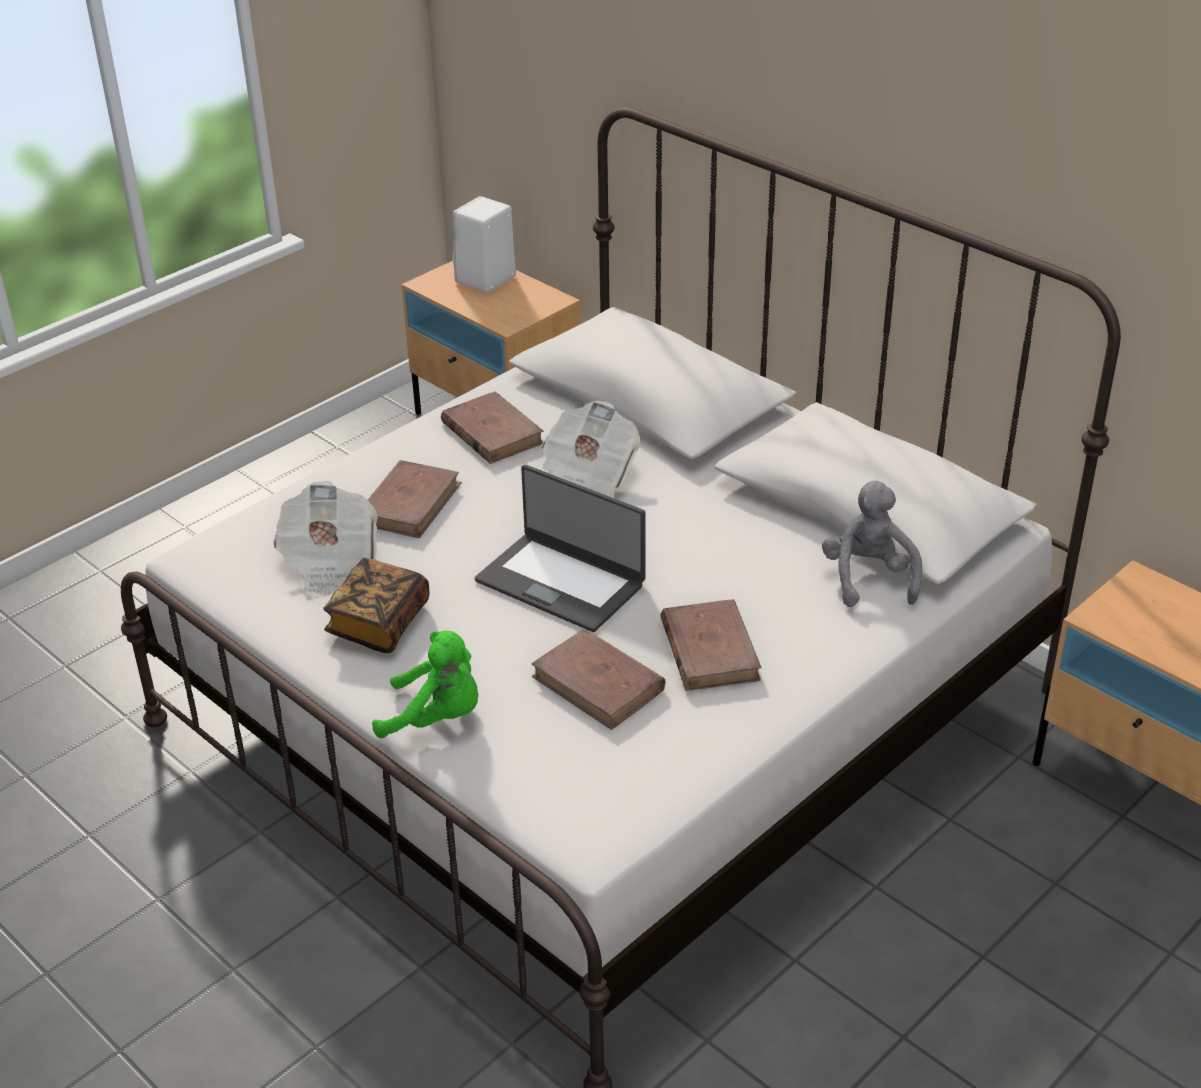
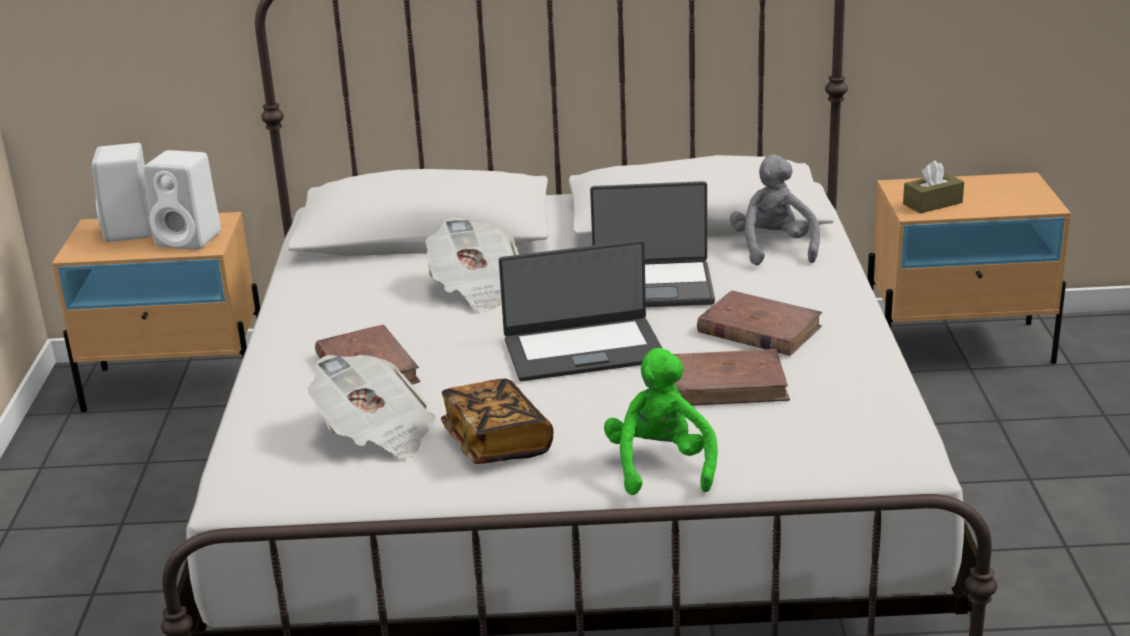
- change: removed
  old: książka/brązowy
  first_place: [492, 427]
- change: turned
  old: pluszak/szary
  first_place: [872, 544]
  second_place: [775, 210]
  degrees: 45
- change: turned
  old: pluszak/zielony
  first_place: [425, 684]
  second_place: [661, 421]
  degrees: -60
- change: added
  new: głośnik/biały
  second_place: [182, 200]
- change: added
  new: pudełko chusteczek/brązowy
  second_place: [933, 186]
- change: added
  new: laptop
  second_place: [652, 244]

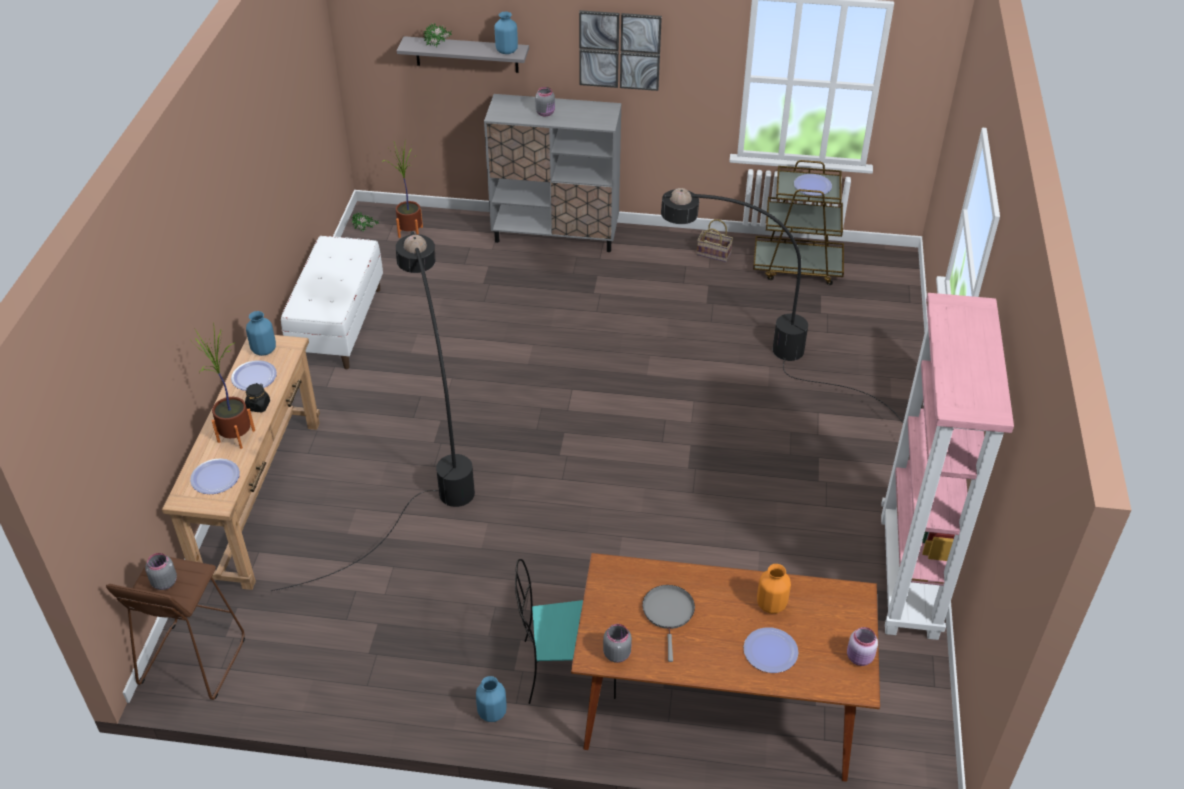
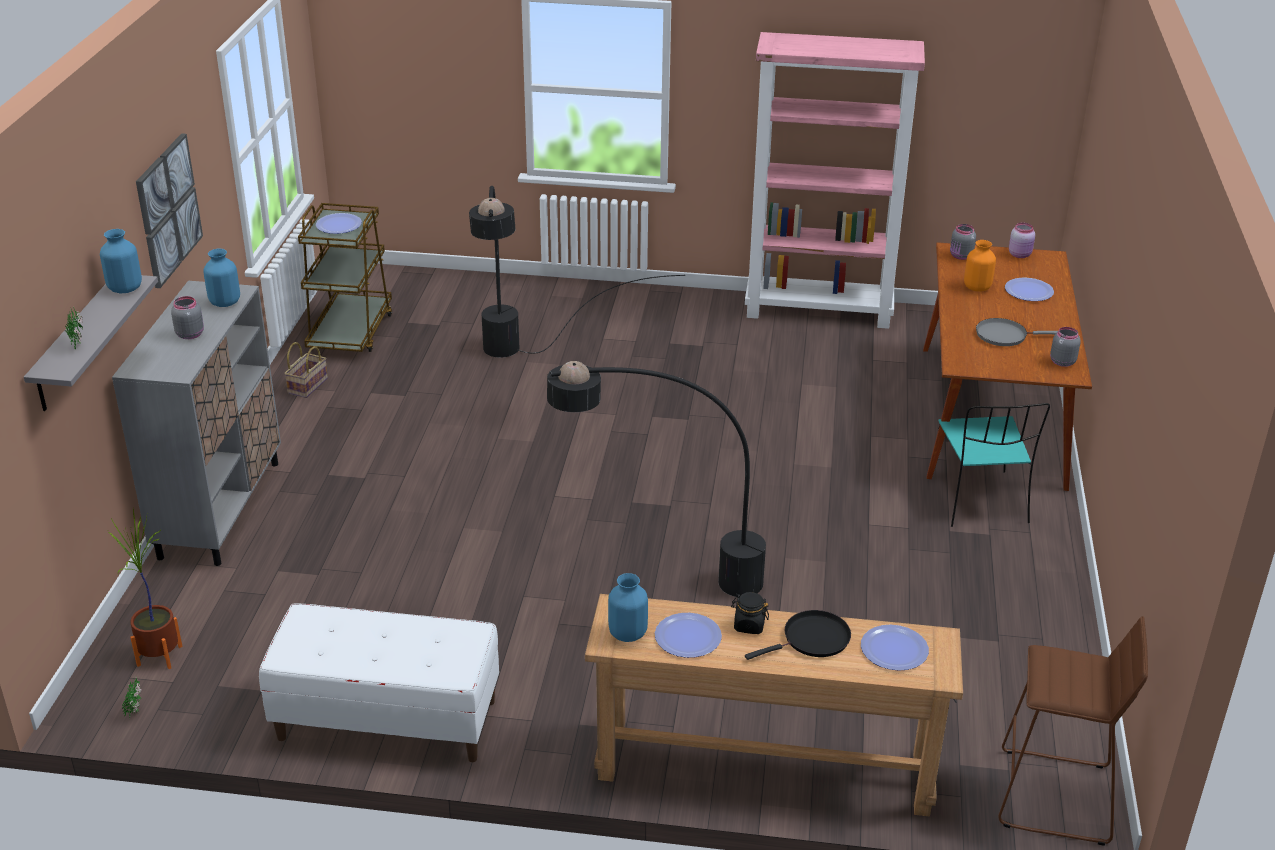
- change: replaced
  old: roślina doniczkowa
  new: patelnia/czarny
  first_place: [224, 385]
  second_place: [798, 635]
- change: moved
  old: słoik/szary
  first_place: [161, 571]
  second_place: [963, 242]
- change: moved
  old: wazon/niebieski
  first_place: [491, 699]
  second_place: [221, 278]

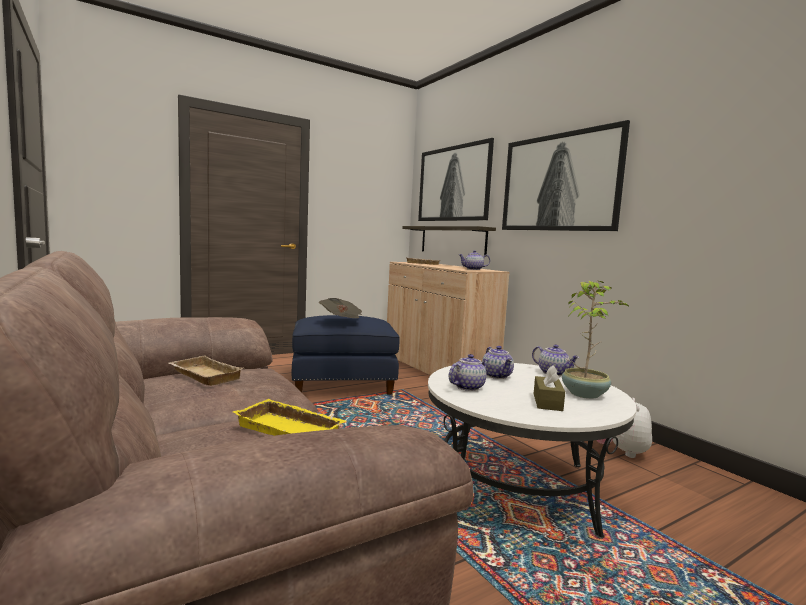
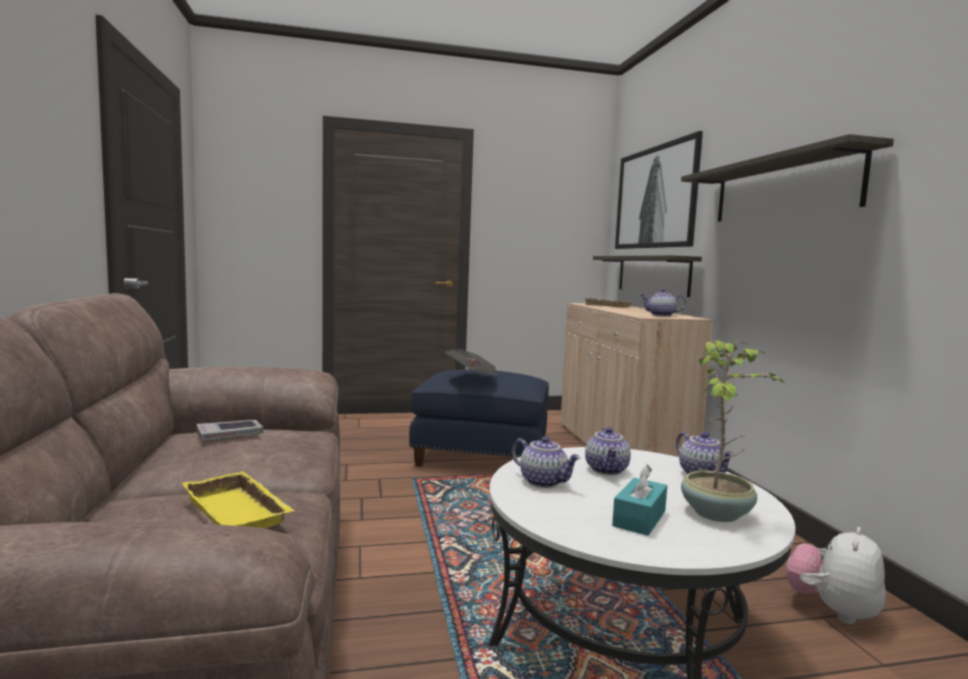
- change: replaced
  old: obraz
  new: półka
  first_place: [566, 175]
  second_place: [787, 178]
- change: turned
  old: imbryk
  first_place: [468, 372]
  second_place: [546, 462]
  degrees: 60
- change: replaced
  old: taca/beżowy
  new: książka
  first_place: [205, 370]
  second_place: [229, 430]
- change: recoloured
  old: pudełko chusteczek/brązowy
  new: pudełko chusteczek/turkusowy
  first_place: [549, 388]
  second_place: [639, 500]

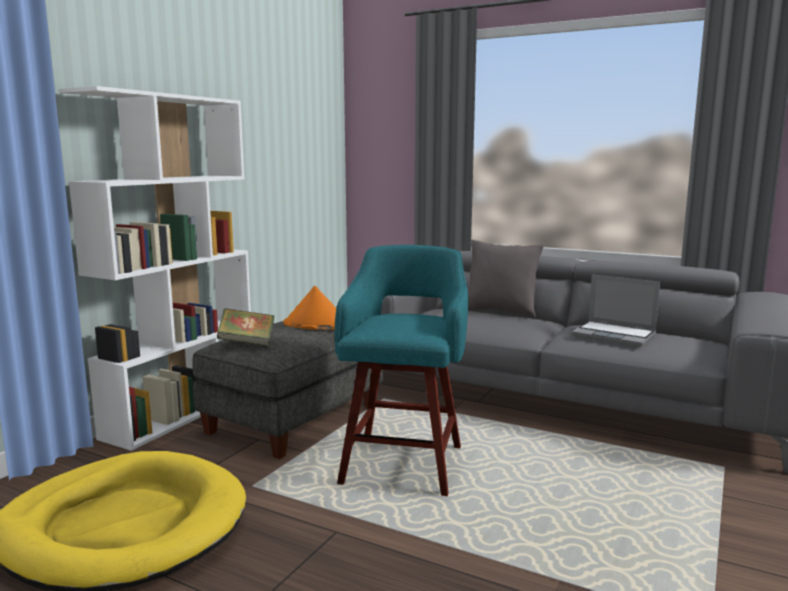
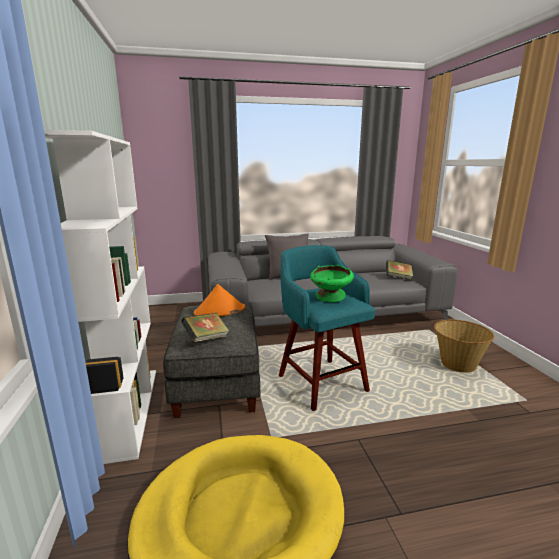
- change: removed
  old: laptop
  first_place: [616, 310]
- change: added
  new: książka
  second_place: [399, 270]
- change: added
  new: miska/zielony
  second_place: [332, 283]
- change: added
  new: koszyk
  second_place: [464, 346]

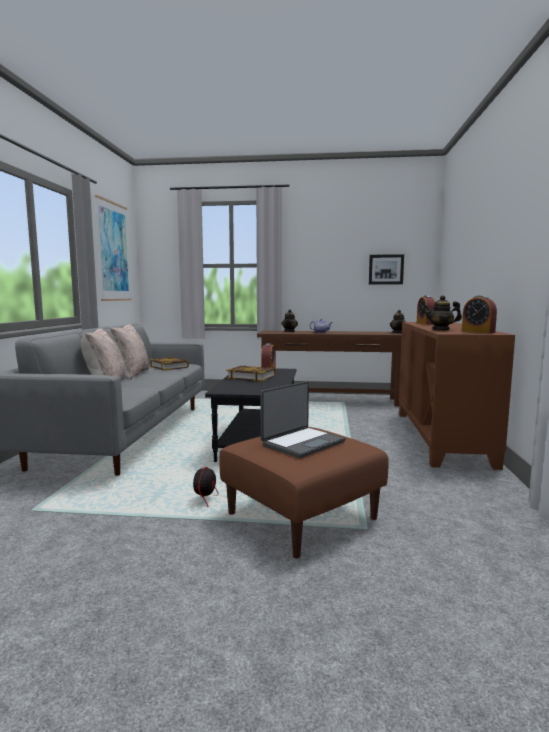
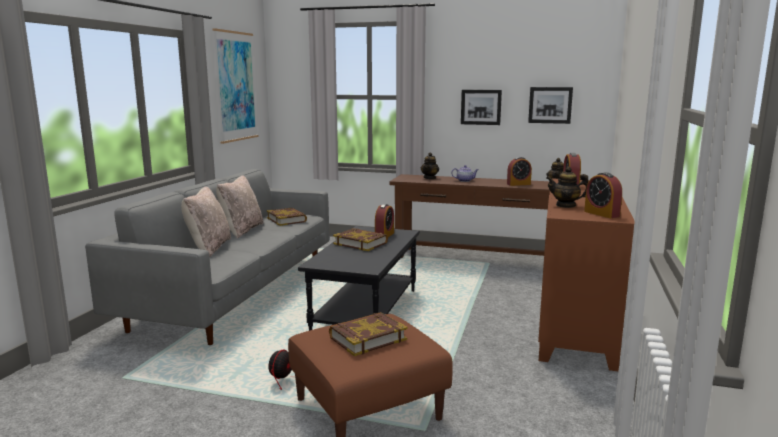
- change: replaced
  old: laptop
  new: książka
  first_place: [303, 420]
  second_place: [368, 334]
- change: added
  new: obraz
  second_place: [481, 107]
- change: added
  new: budzik
  second_place: [519, 171]

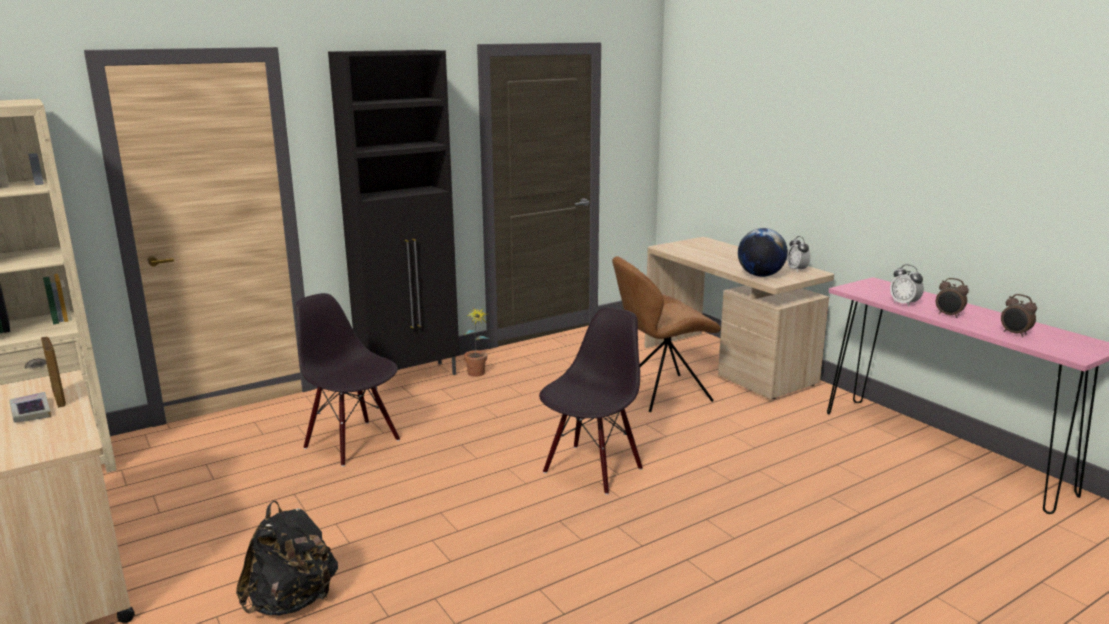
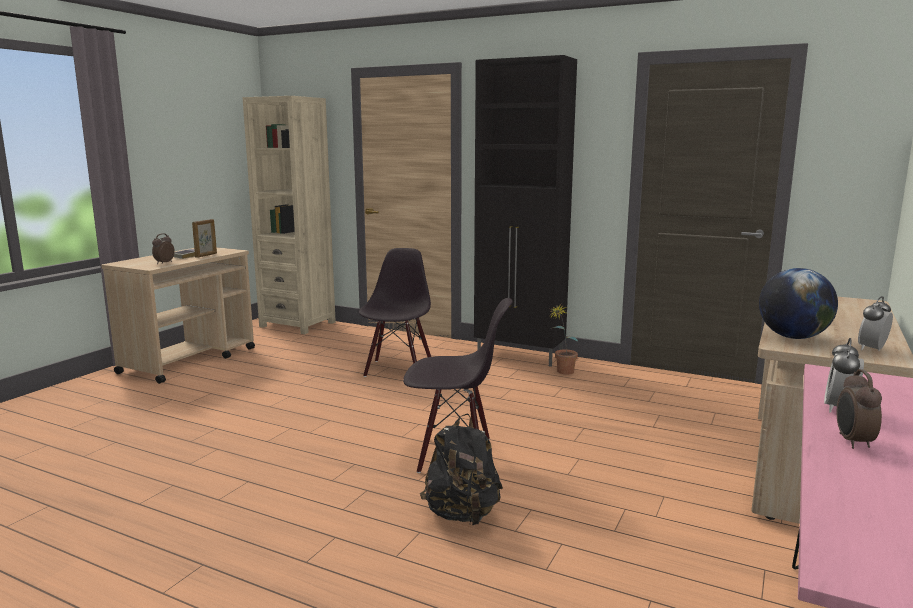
- change: removed
  old: krzesło/brązowy
  first_place: [666, 334]
- change: moved
  old: budzik
  first_place: [1019, 315]
  second_place: [163, 248]
- change: moved
  old: plecak/czarny
  first_place: [287, 558]
  second_place: [461, 469]

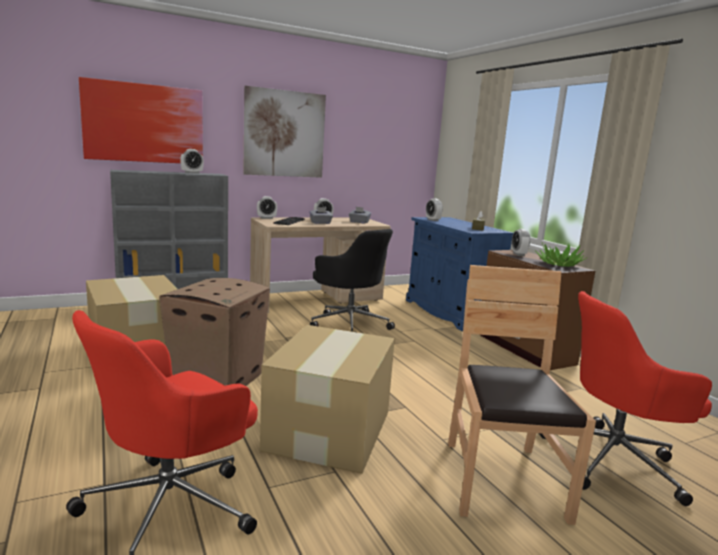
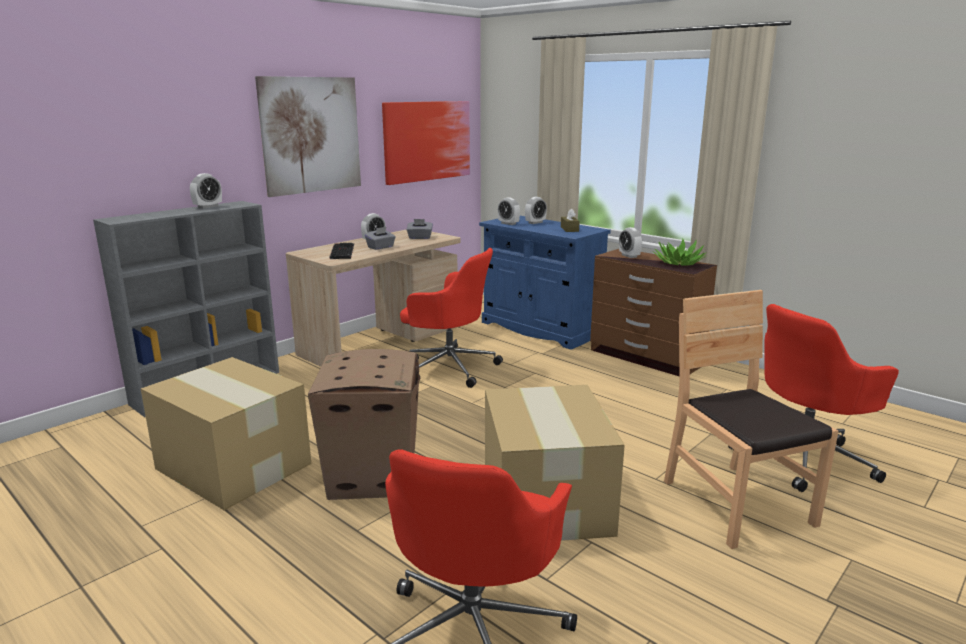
- change: moved
  old: obraz
  first_place: [141, 120]
  second_place: [426, 143]
- change: moved
  old: budzik
  first_place: [267, 207]
  second_place: [536, 210]
- change: recoloured
  old: krzesło biurowe/czarny
  new: krzesło biurowe/czerwony
  first_place: [352, 280]
  second_place: [451, 318]

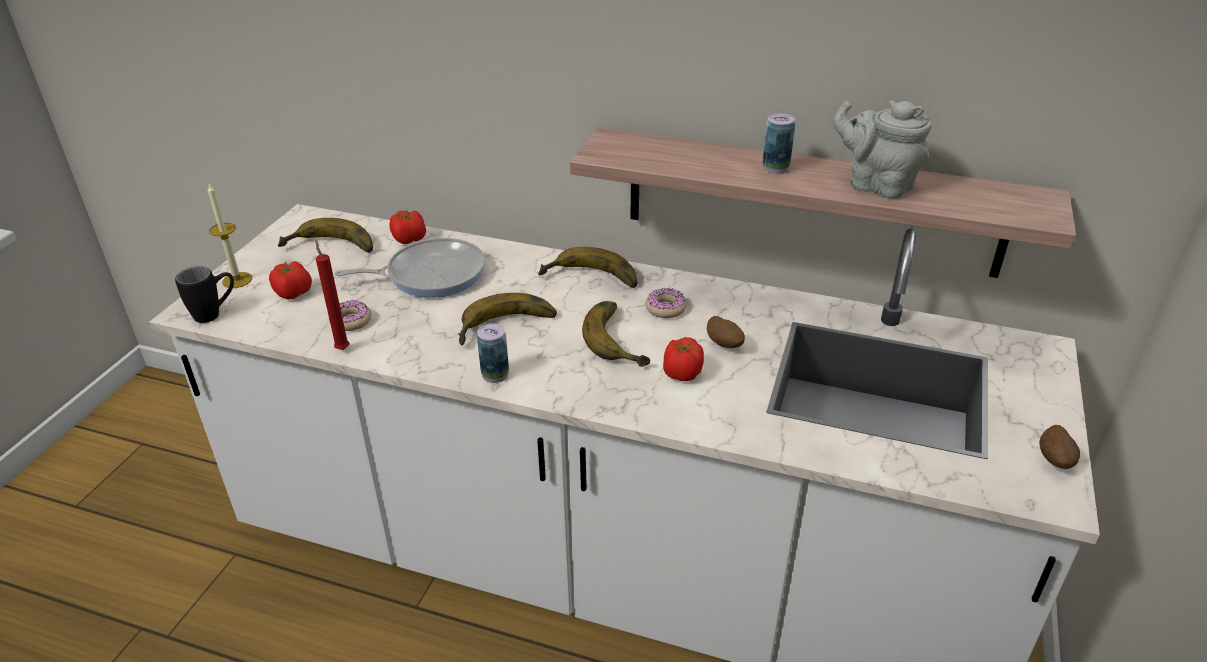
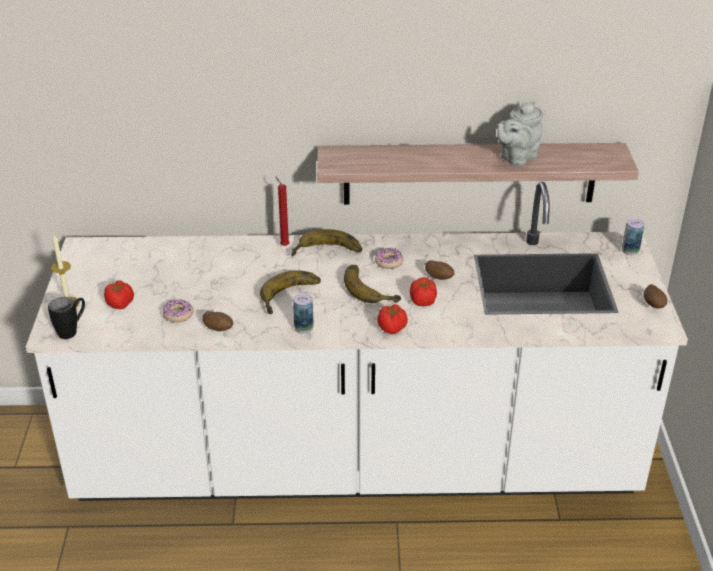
- change: turned
  old: imbryk/szary
  first_place: [882, 149]
  second_place: [520, 133]
  degrees: -60
- change: moved
  old: puszka
  first_place: [778, 143]
  second_place: [633, 237]
- change: moved
  old: pomidor
  first_place: [407, 226]
  second_place: [393, 319]
- change: removed
  old: banan
  first_place: [325, 235]
- change: removed
  old: patelnia
  first_place: [410, 268]
- change: moved
  old: świeca/czerwony
  first_place: [332, 295]
  second_place: [282, 211]
- change: added
  new: ziemniak
  second_place: [218, 321]

